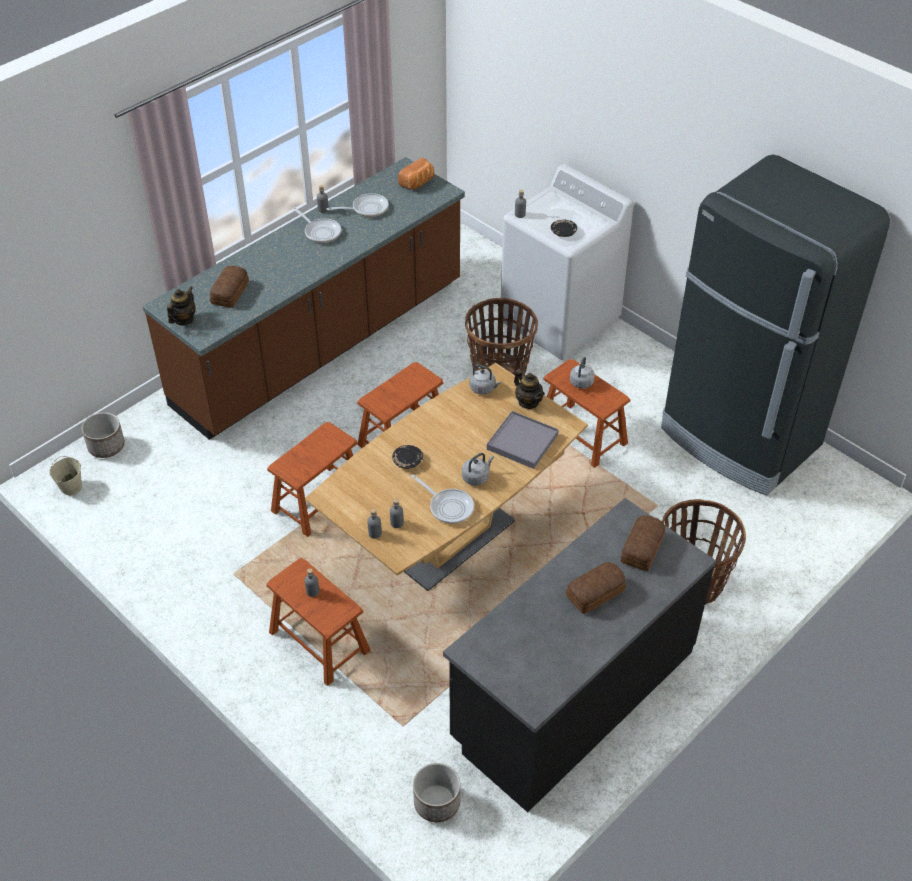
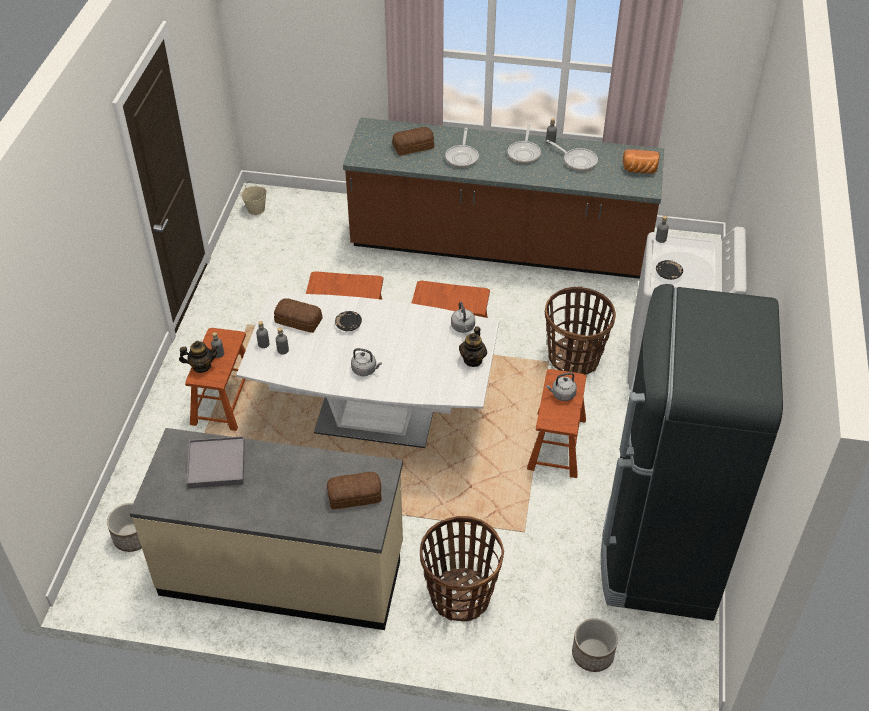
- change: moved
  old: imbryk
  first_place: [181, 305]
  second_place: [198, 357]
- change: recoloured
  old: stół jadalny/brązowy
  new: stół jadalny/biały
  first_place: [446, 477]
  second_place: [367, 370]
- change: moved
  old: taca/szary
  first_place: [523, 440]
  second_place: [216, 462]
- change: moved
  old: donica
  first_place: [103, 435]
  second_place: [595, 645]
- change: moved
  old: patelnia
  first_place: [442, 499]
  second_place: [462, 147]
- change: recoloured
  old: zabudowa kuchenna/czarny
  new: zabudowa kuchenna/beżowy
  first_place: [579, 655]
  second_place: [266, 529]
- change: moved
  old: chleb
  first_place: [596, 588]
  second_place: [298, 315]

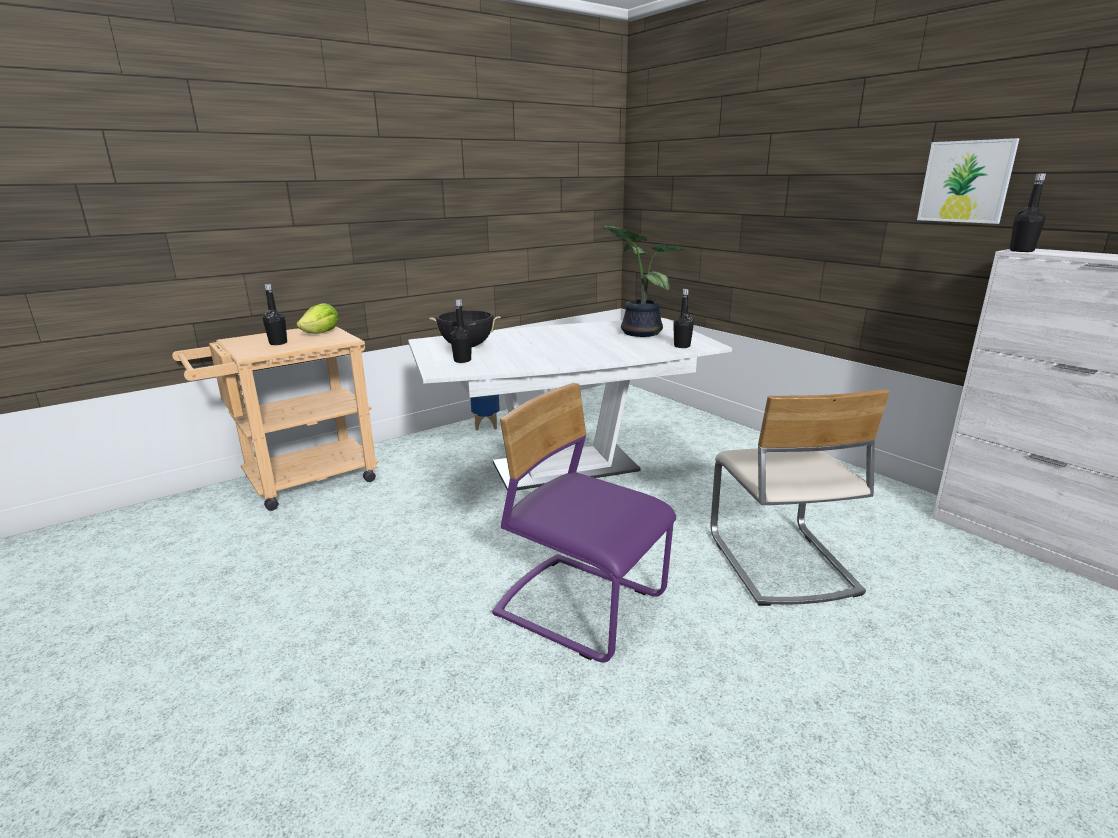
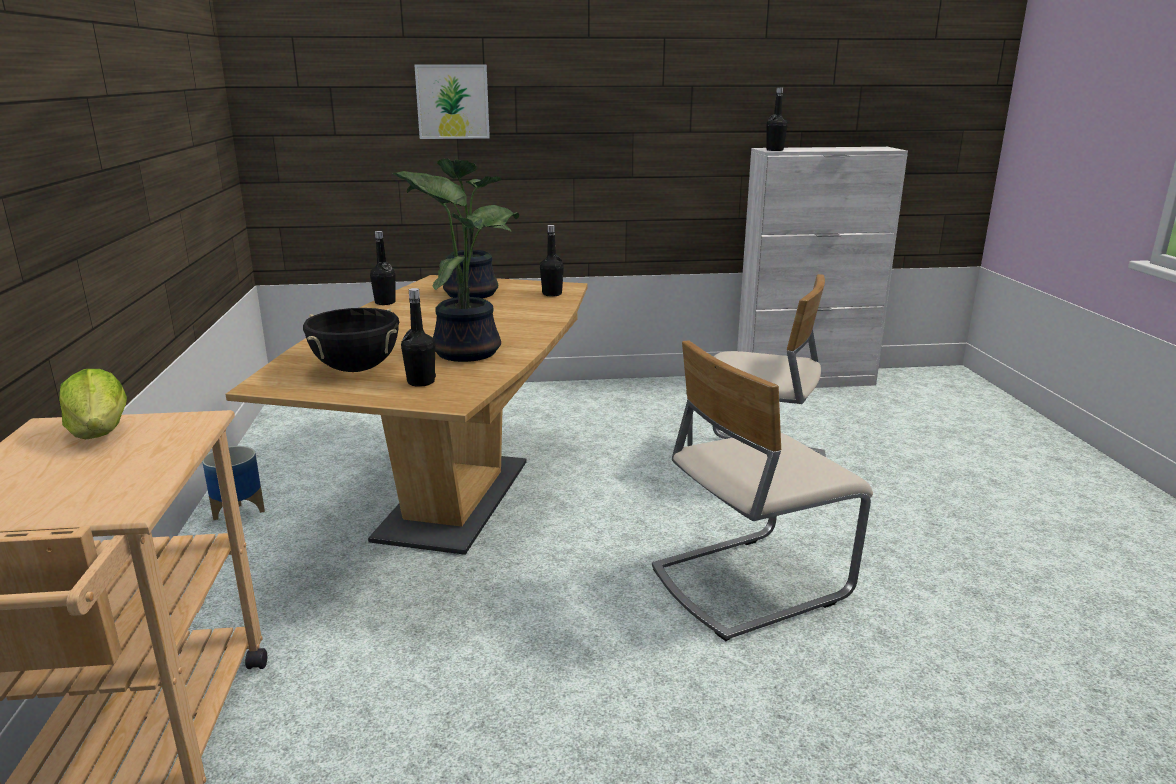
- change: moved
  old: obraz
  first_place: [968, 181]
  second_place: [452, 101]
- change: moved
  old: butelka/czarny
  first_place: [275, 314]
  second_place: [383, 268]
- change: recoloured
  old: stół jadalny/biały
  new: stół jadalny/brązowy
  first_place: [570, 404]
  second_place: [406, 415]
- change: recoloured
  old: krzesło/fioletowy
  new: krzesło/beżowy
  first_place: [584, 523]
  second_place: [762, 490]
- change: added
  new: roślina doniczkowa
  second_place: [455, 266]

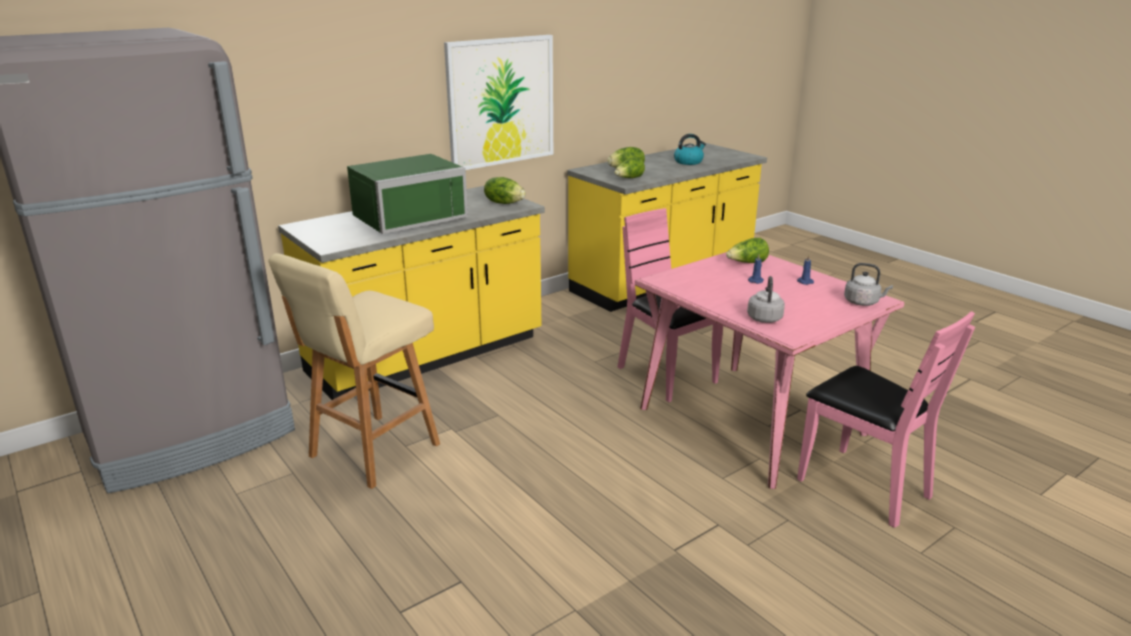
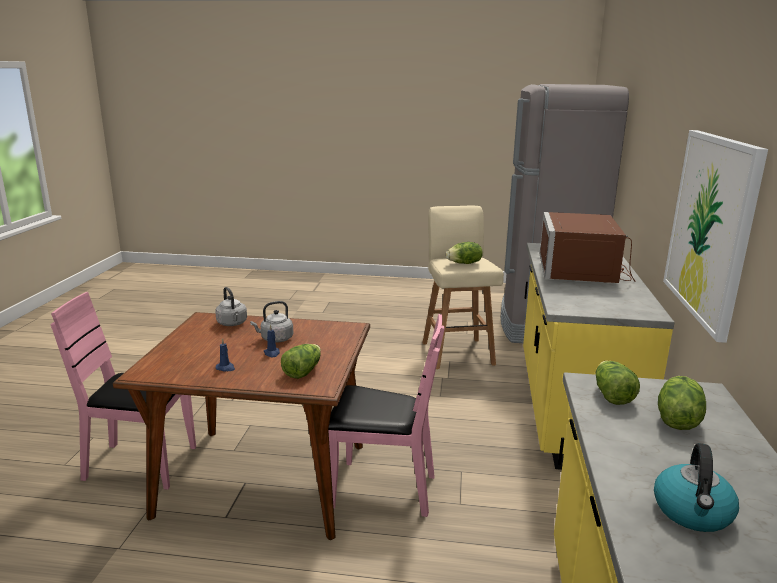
- change: recoloured
  old: mikrofalówka/zielony
  new: mikrofalówka/brązowy
  first_place: [407, 194]
  second_place: [587, 247]
- change: moved
  old: sałata
  first_place: [505, 190]
  second_place: [464, 253]
- change: recoloured
  old: stół jadalny/różowy
  new: stół jadalny/brązowy
  first_place: [770, 370]
  second_place: [241, 426]
- change: moved
  old: czajnik/szary
  first_place: [868, 284]
  second_place: [271, 322]

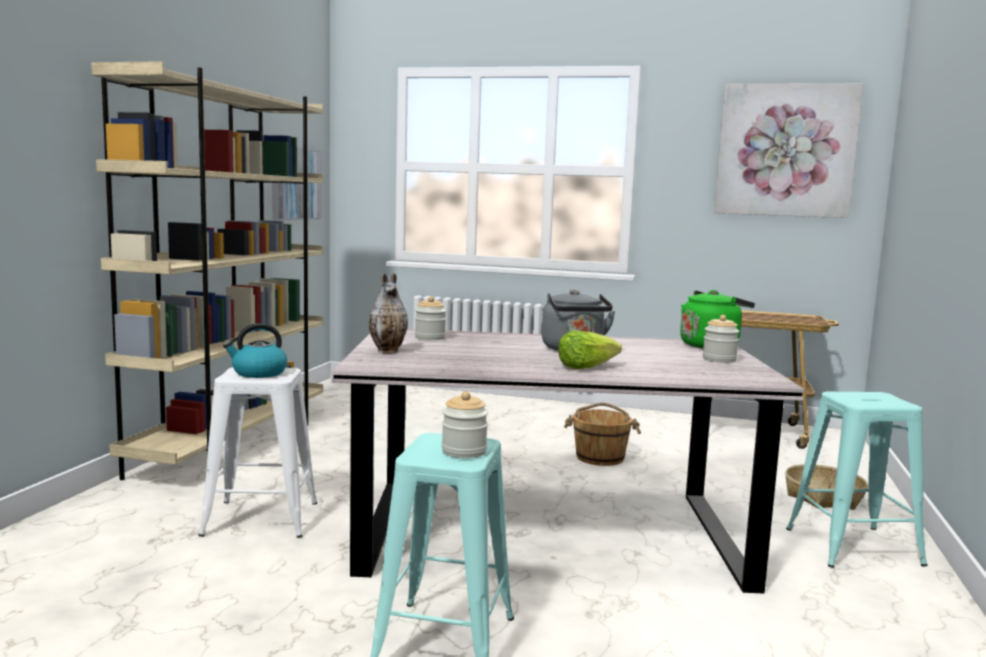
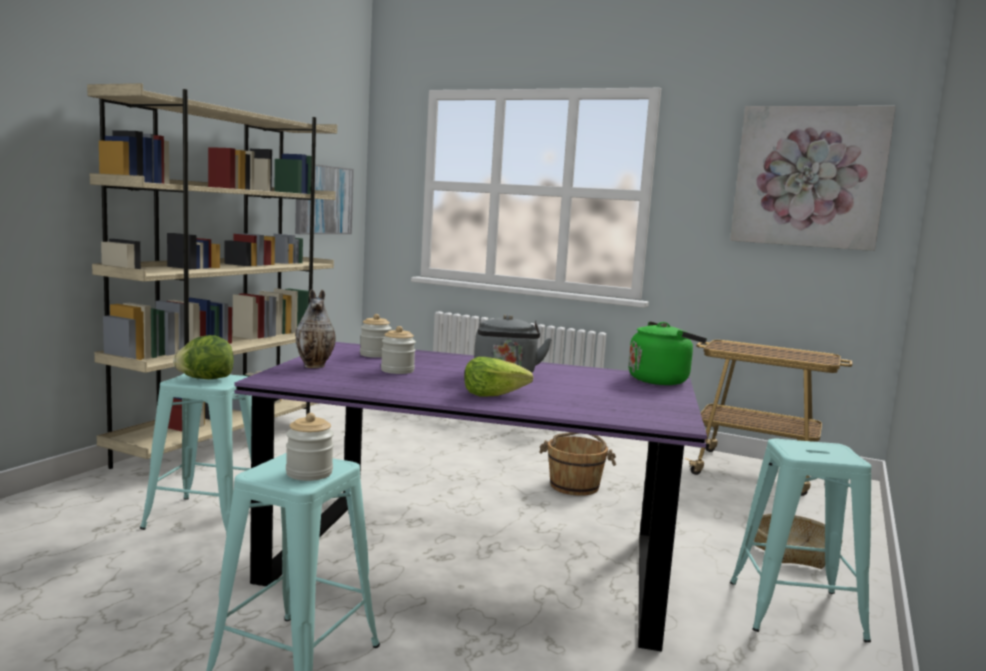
- change: moved
  old: słoik
  first_place: [720, 339]
  second_place: [398, 350]
- change: replaced
  old: czajnik
  new: sałata
  first_place: [255, 350]
  second_place: [203, 357]
- change: recoloured
  old: stół jadalny/szary
  new: stół jadalny/fioletowy
  first_place: [568, 461]
  second_place: [470, 497]
- change: recoloured
  old: stołek/biały
  new: stołek/turkusowy
  first_place: [257, 452]
  second_place: [196, 455]

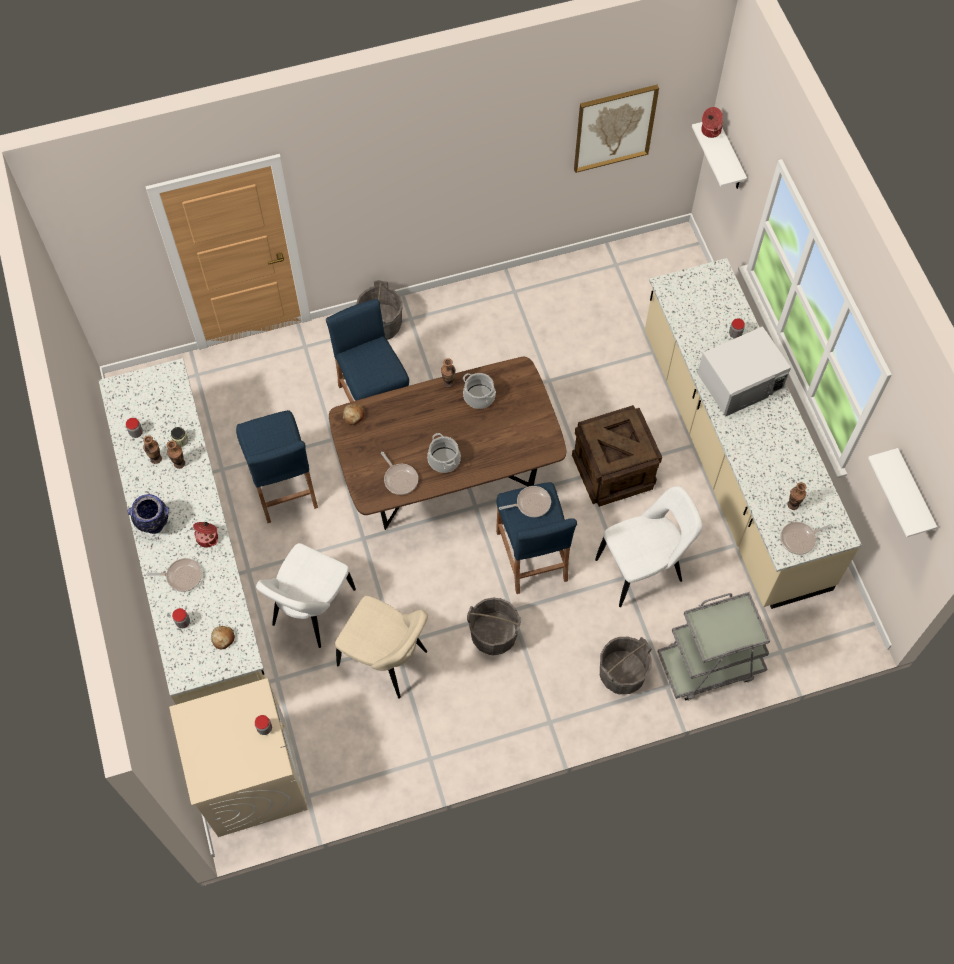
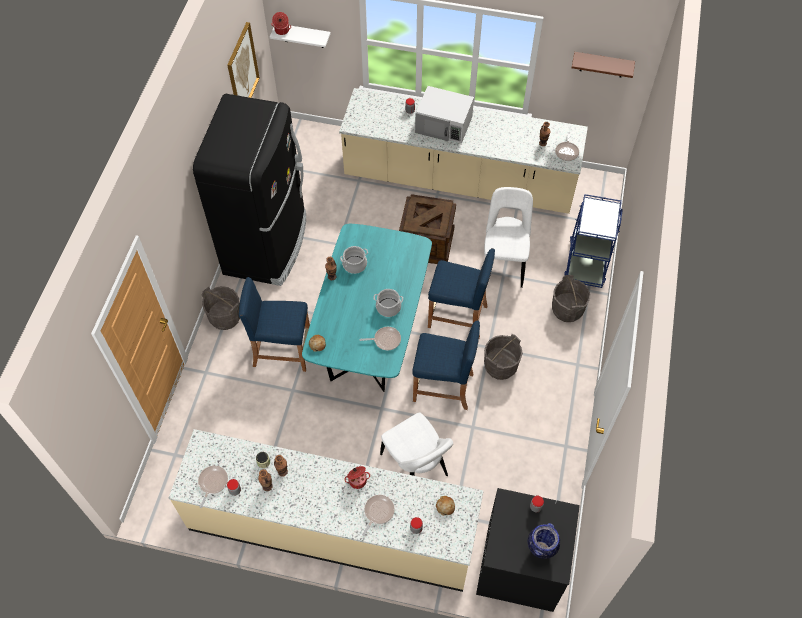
- change: turned
  old: mikrofalówka/biały
  first_place: [744, 371]
  second_place: [444, 114]
  degrees: 105
- change: recoloured
  old: stół jadalny/brązowy
  new: stół jadalny/turkusowy
  first_place: [447, 443]
  second_place: [367, 308]
- change: moved
  old: stołek/niebieski
  first_place: [277, 466]
  second_place: [446, 365]
- change: recoloured
  old: półka/biały
  new: półka/brązowy
  first_place: [902, 492]
  second_place: [603, 65]
- change: moved
  old: patelnia
  first_place: [525, 501]
  second_place: [213, 487]
- change: moved
  old: wazon
  first_place: [148, 514]
  second_place: [544, 541]
- change: recoloured
  old: wózek/szary
  new: wózek/niebieski
  first_place: [713, 646]
  second_place: [593, 241]
- change: removed
  old: krzesło/beżowy
  first_place: [381, 647]
- change: recoloured
  old: pralka/beżowy
  new: pralka/czarny
  first_place: [238, 757]
  second_place: [528, 550]
- change: added
  new: lodówka/czarny
  second_place: [249, 190]

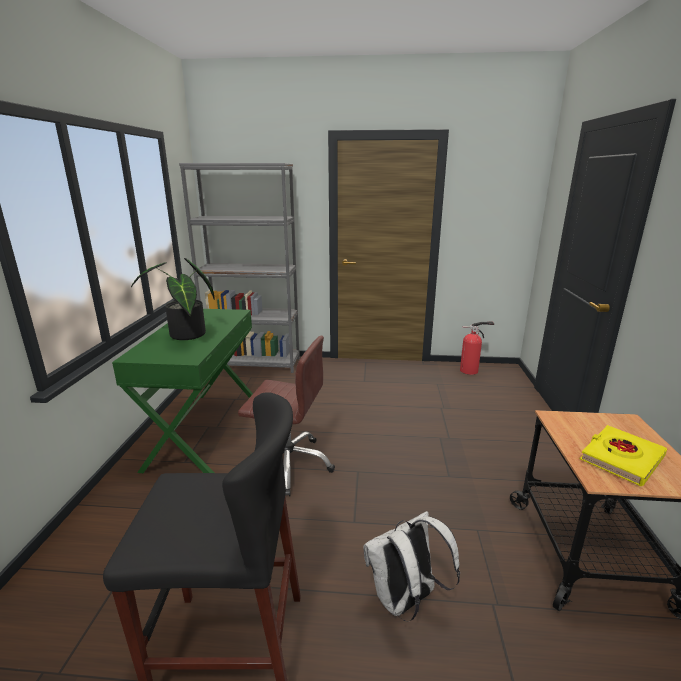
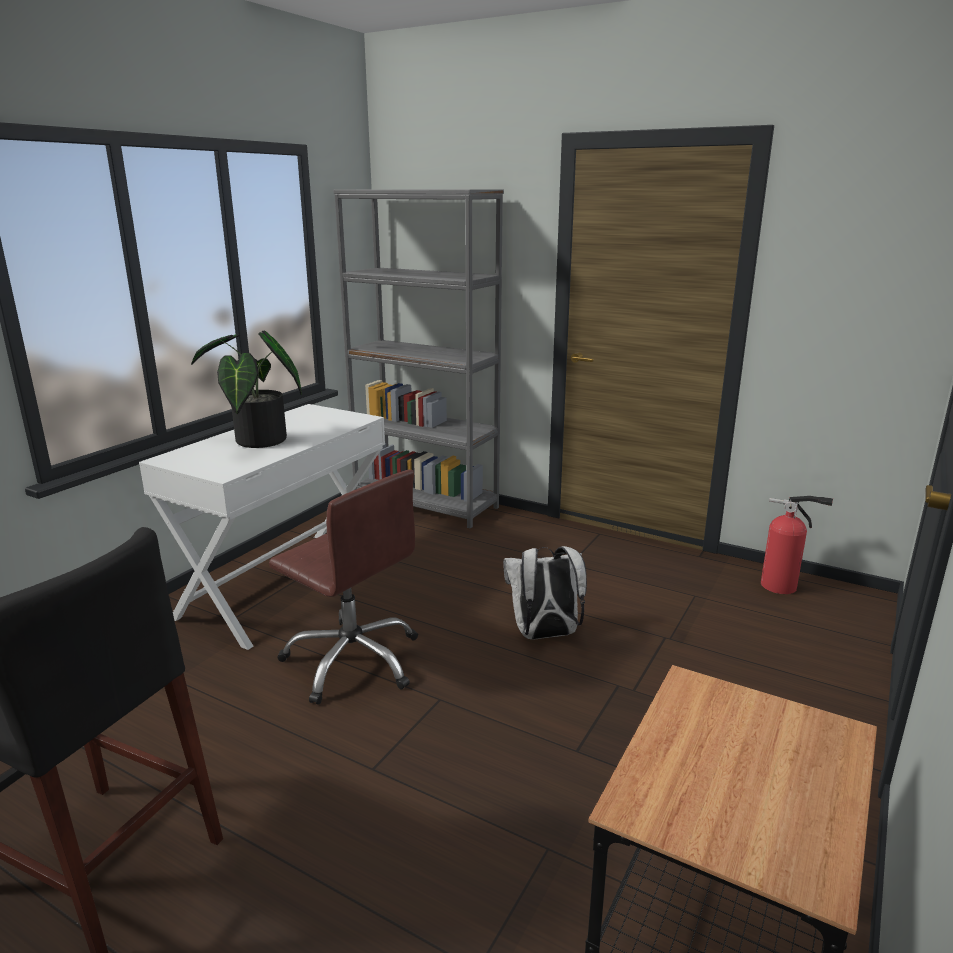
- change: recoloured
  old: biurko/zielony
  new: biurko/biały
  first_place: [182, 391]
  second_place: [262, 527]
- change: removed
  old: książka/żółty
  first_place: [623, 455]
- change: moved
  old: plecak/biały
  first_place: [411, 566]
  second_place: [545, 593]

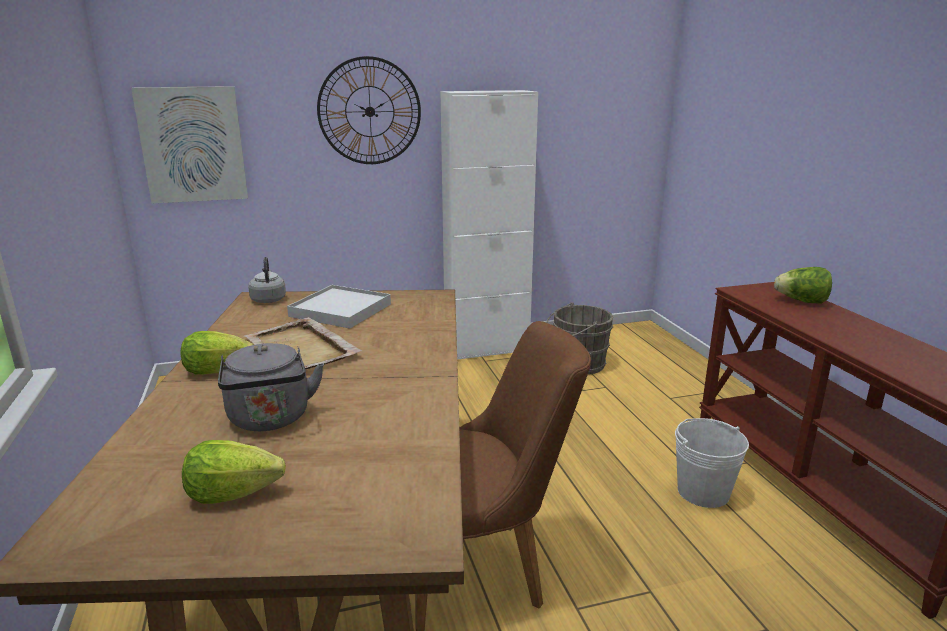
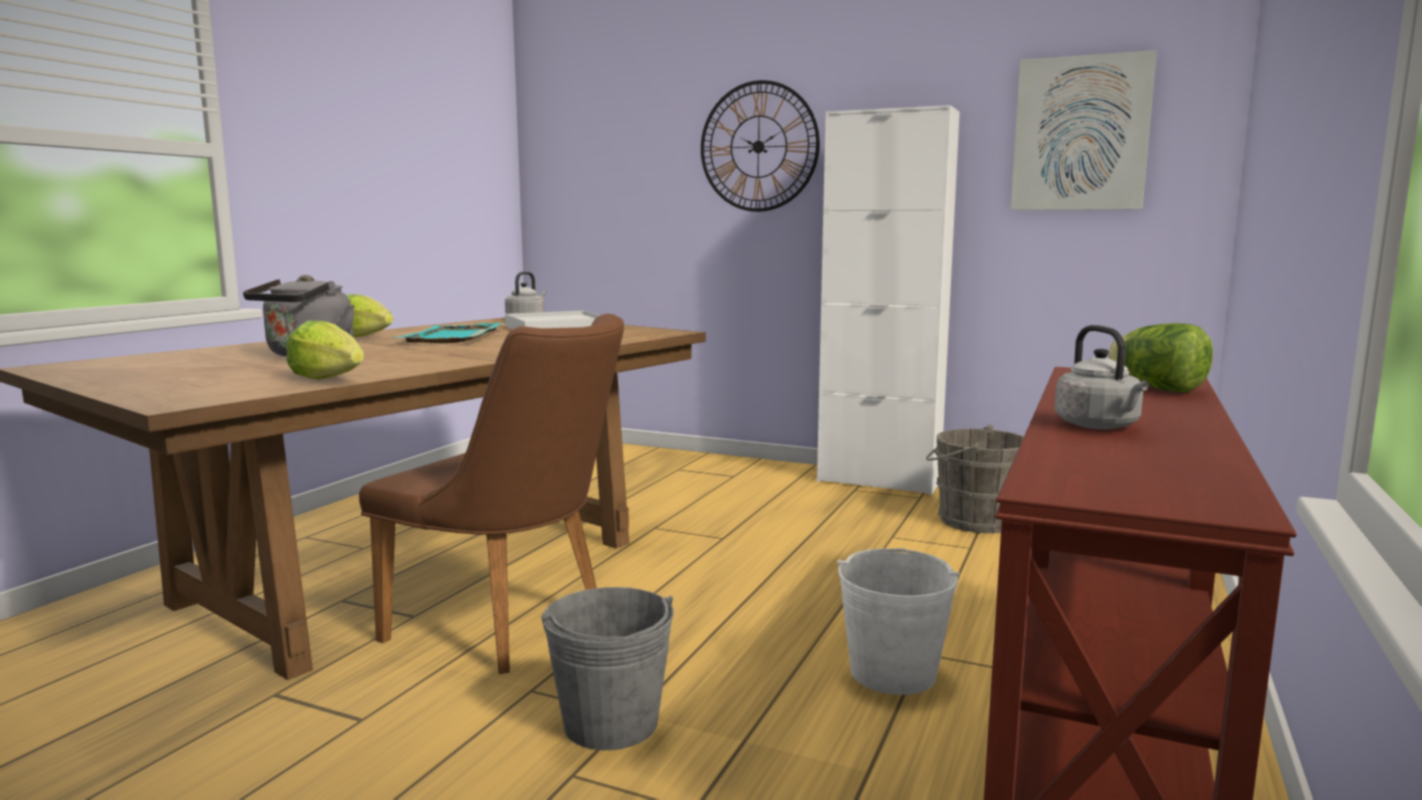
- change: moved
  old: obraz
  first_place: [189, 144]
  second_place: [1084, 130]
- change: recoloured
  old: taca/beżowy
  new: taca/turkusowy
  first_place: [303, 343]
  second_place: [448, 332]
- change: moved
  old: sałata
  first_place: [234, 472]
  second_place: [325, 350]
- change: added
  new: czajnik/szary
  second_place: [1101, 377]
- change: added
  new: wiadro/szary
  second_place: [607, 668]

